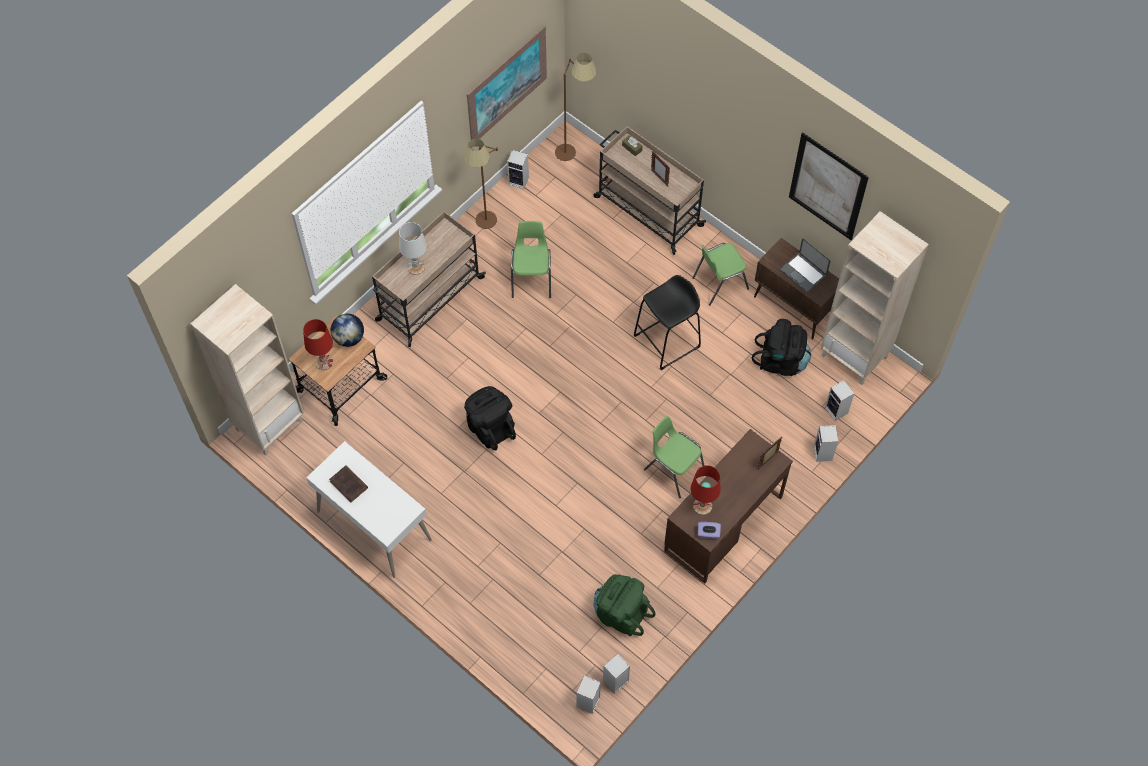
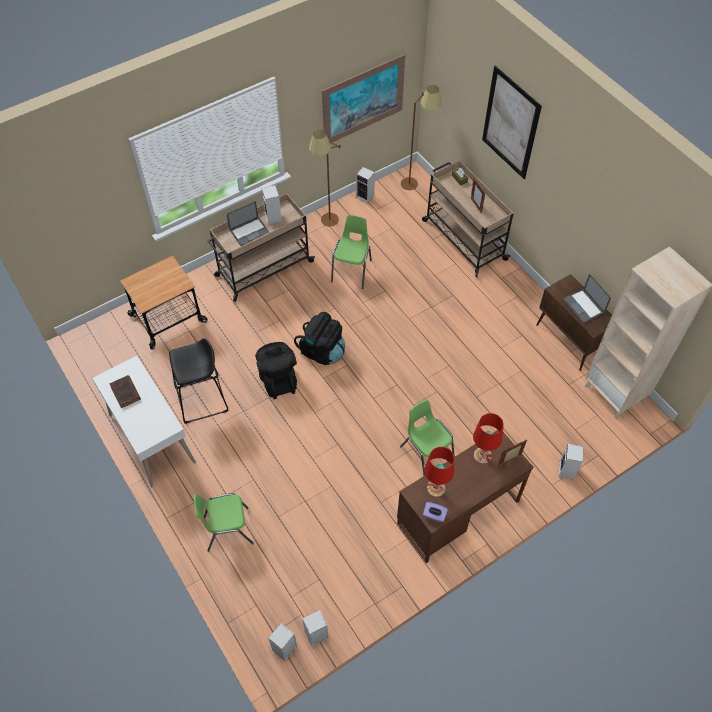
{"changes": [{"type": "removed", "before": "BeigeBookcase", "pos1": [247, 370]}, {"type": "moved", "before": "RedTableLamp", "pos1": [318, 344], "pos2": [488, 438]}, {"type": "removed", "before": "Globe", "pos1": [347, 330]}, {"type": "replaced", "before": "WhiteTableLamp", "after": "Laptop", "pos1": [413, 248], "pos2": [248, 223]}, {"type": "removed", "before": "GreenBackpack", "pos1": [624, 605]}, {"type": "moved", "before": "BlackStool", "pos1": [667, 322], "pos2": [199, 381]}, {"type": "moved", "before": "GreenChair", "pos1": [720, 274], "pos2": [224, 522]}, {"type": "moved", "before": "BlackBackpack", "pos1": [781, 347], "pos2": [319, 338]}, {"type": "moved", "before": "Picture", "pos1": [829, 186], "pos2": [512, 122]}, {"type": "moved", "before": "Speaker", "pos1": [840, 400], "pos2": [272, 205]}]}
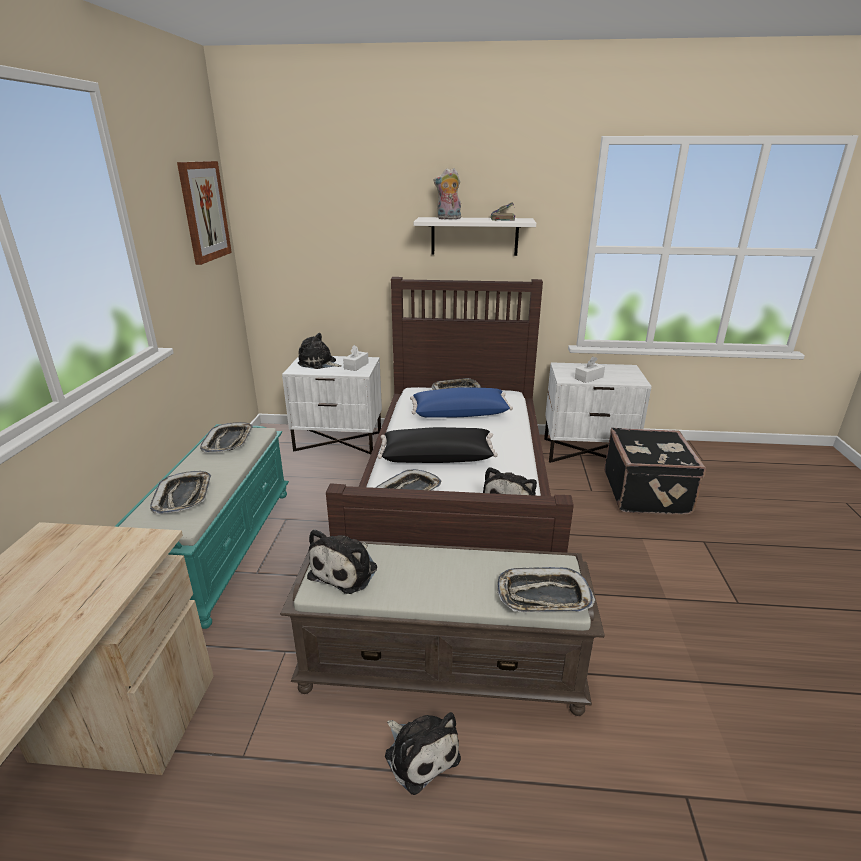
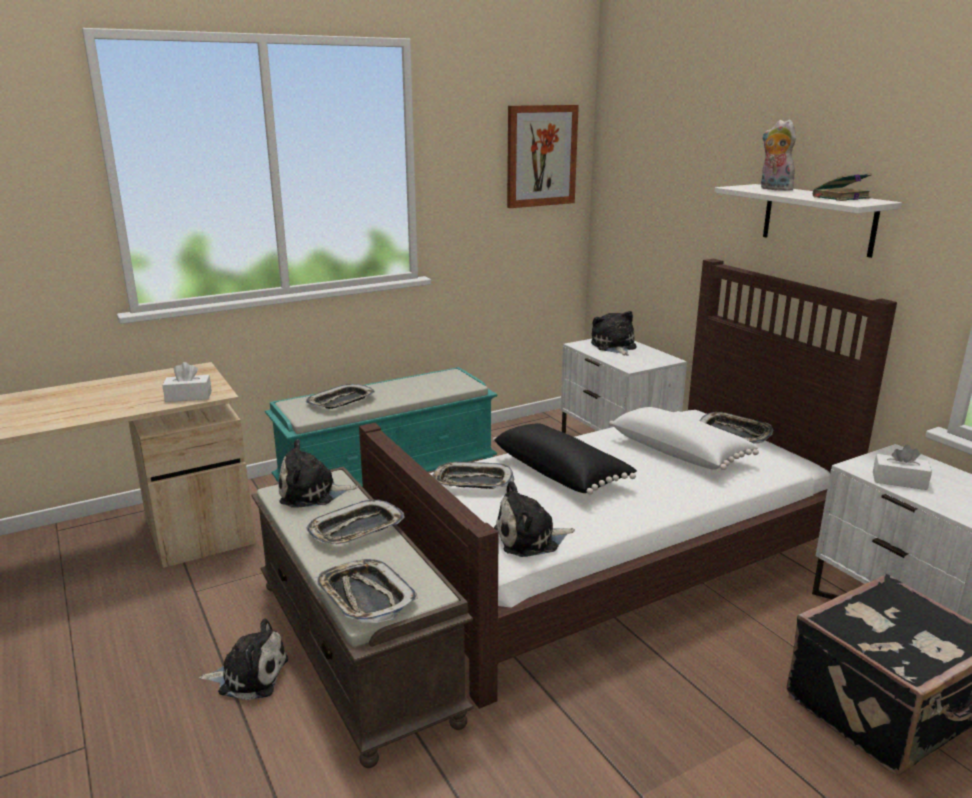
{"changes": [{"type": "moved", "before": "Tray", "pos1": [226, 437], "pos2": [355, 522]}, {"type": "moved", "before": "WhiteTissueBox", "pos1": [356, 358], "pos2": [187, 382]}, {"type": "turned", "before": "PlushToy", "pos1": [423, 753], "pos2": [243, 659], "turn": -105}, {"type": "recoloured", "before": "BluePillow", "after": "WhitePillow", "pos1": [461, 402], "pos2": [684, 438]}]}
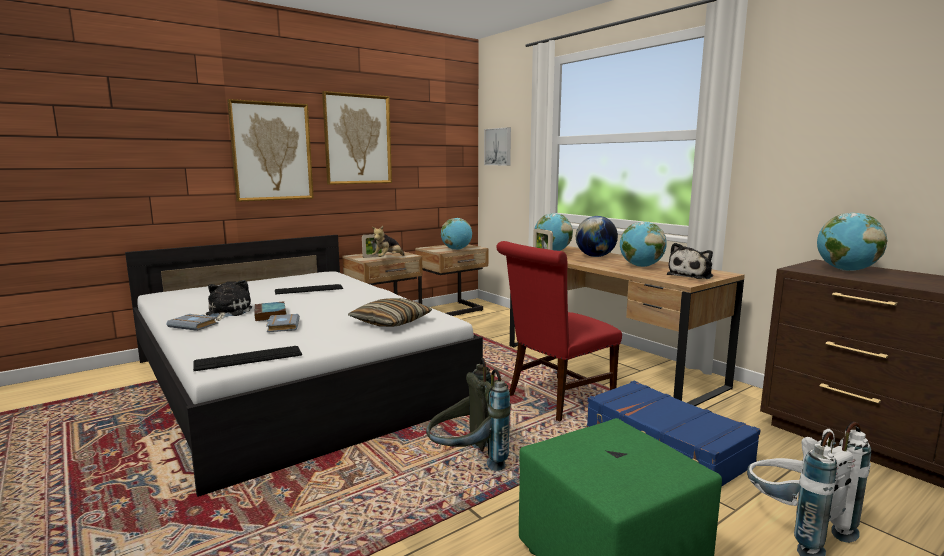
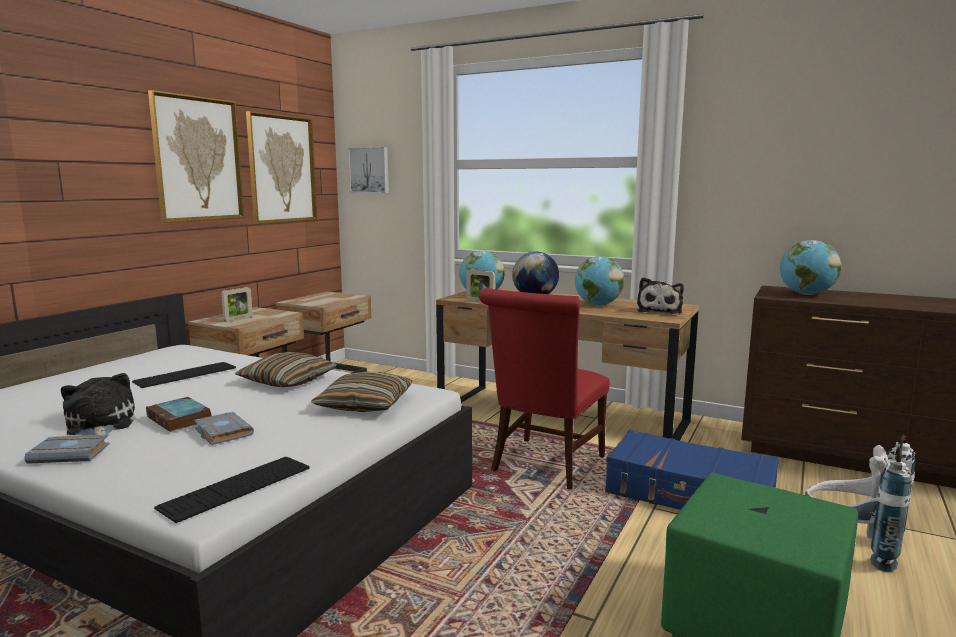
{"changes": [{"type": "moved", "before": "Picture", "pos1": [270, 150], "pos2": [281, 167]}, {"type": "removed", "before": "PlushToy", "pos1": [388, 241]}, {"type": "removed", "before": "GreyBackpack", "pos1": [468, 414]}, {"type": "removed", "before": "Globe", "pos1": [456, 234]}, {"type": "added", "after": "Pillow", "pos2": [286, 369]}]}
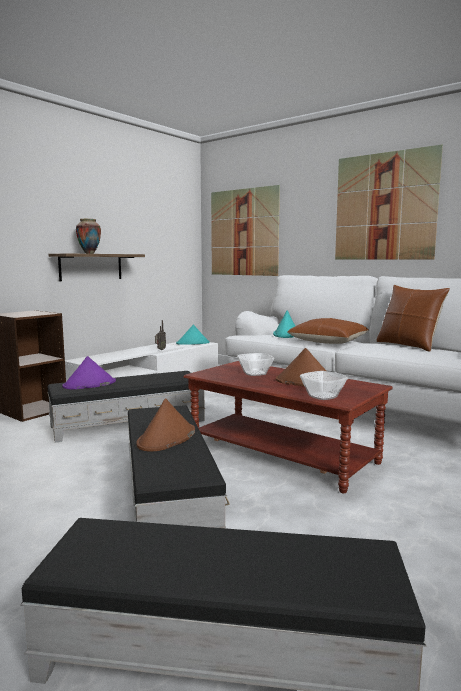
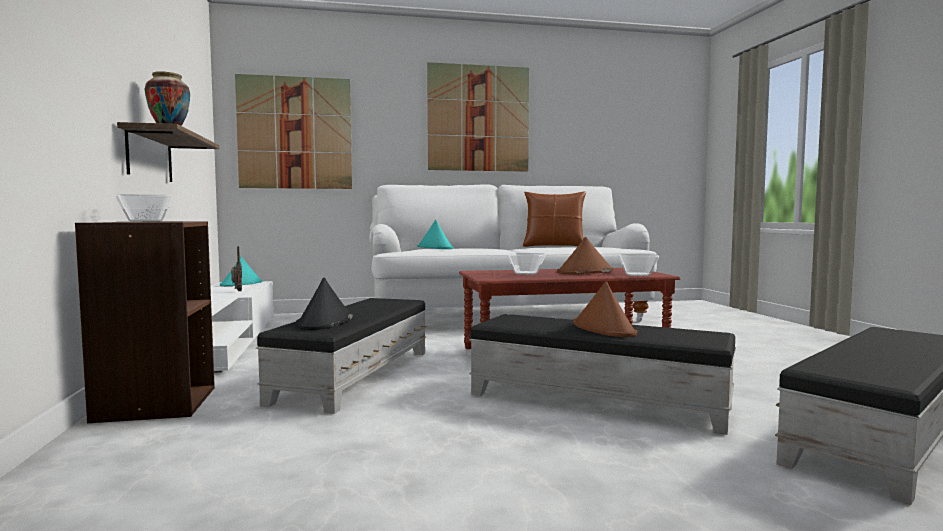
{"changes": [{"type": "recoloured", "before": "PurpleHat", "after": "BlackHat", "pos1": [89, 372], "pos2": [324, 304]}, {"type": "removed", "before": "BrownPillow", "pos1": [328, 331]}, {"type": "added", "after": "Bowl", "pos2": [144, 208]}]}
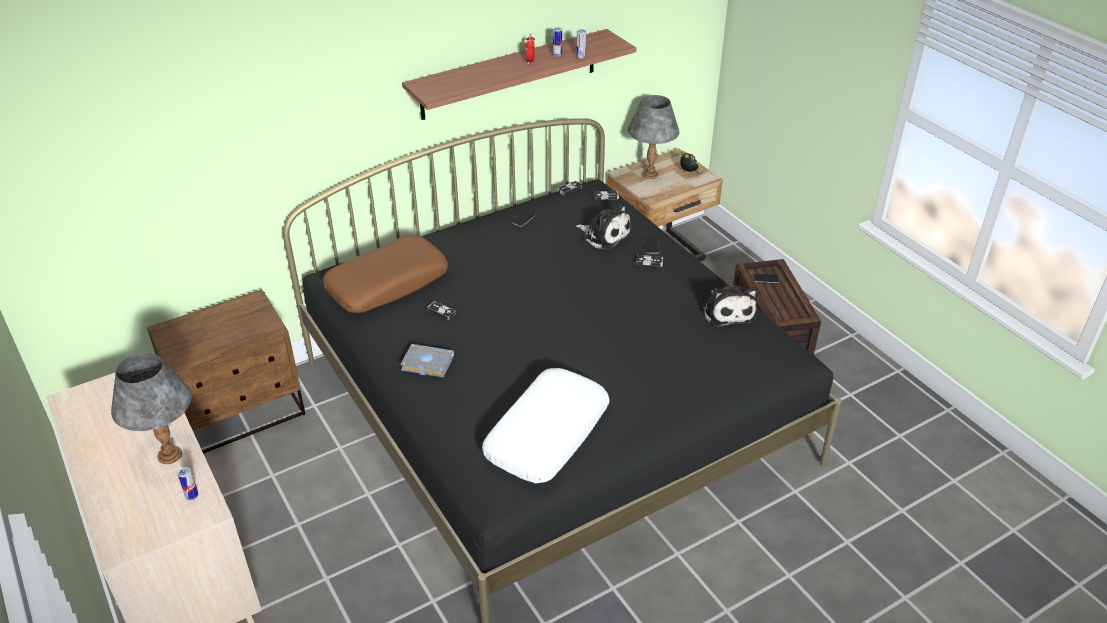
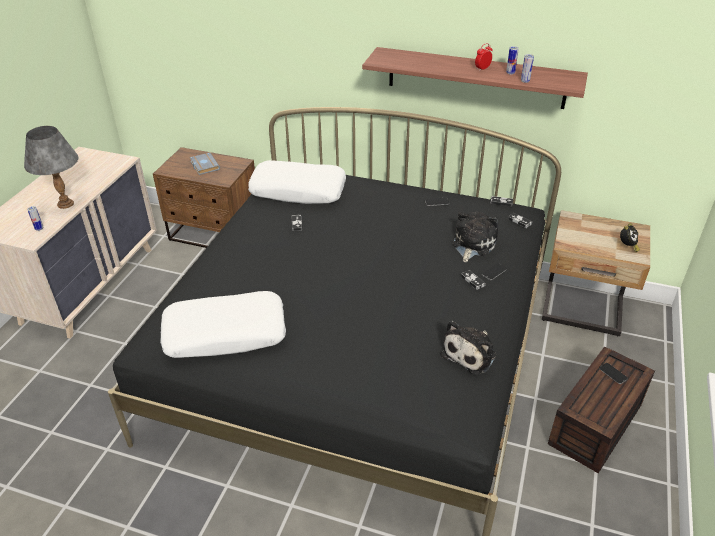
{"changes": [{"type": "recoloured", "before": "BrownPillow", "after": "WhitePillow", "pos1": [385, 274], "pos2": [297, 182]}, {"type": "moved", "before": "GreyBook", "pos1": [427, 361], "pos2": [205, 164]}, {"type": "turned", "before": "PlushToy", "pos1": [604, 227], "pos2": [475, 237], "turn": -150}, {"type": "removed", "before": "GreyTableLamp", "pos1": [653, 137]}]}
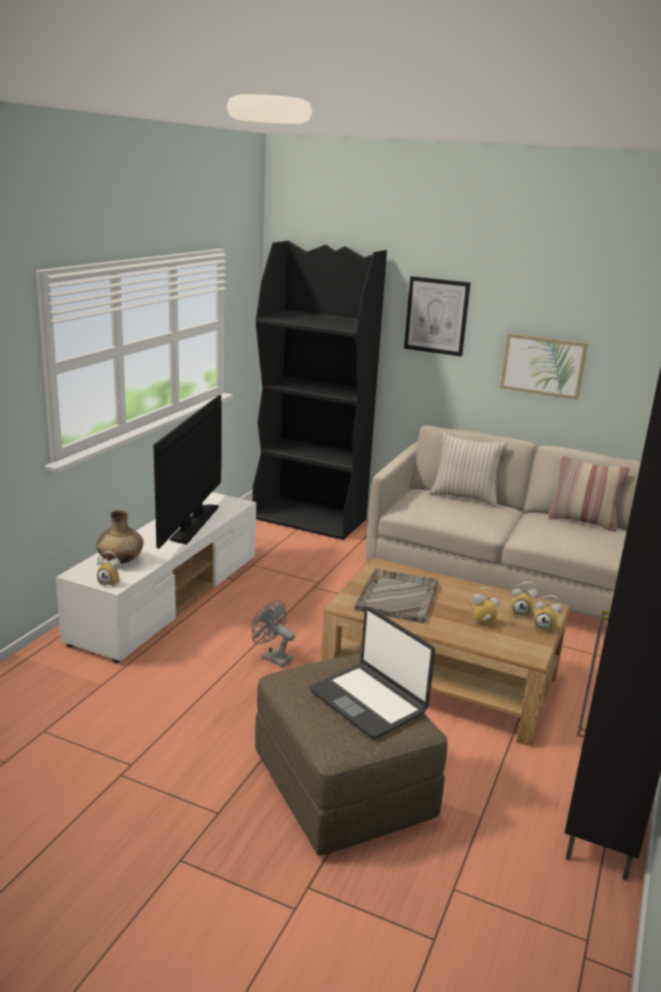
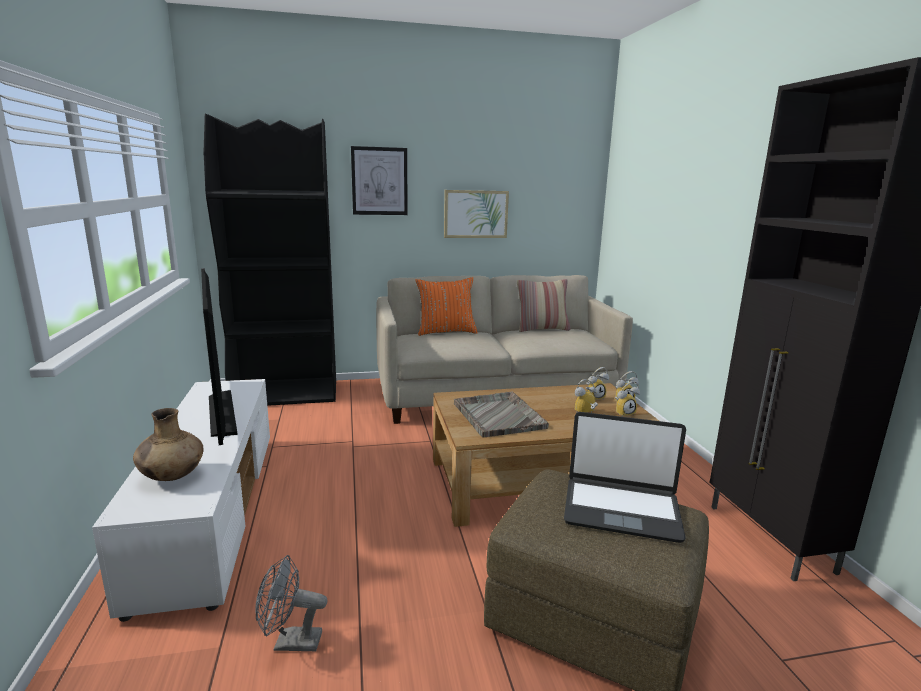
{"changes": [{"type": "moved", "before": "AlarmClock", "pos1": [108, 569], "pos2": [627, 399]}, {"type": "moved", "before": "GreyFan", "pos1": [273, 634], "pos2": [291, 603]}, {"type": "recoloured", "before": "BeigePillow", "after": "OrangePillow", "pos1": [468, 469], "pos2": [446, 306]}]}
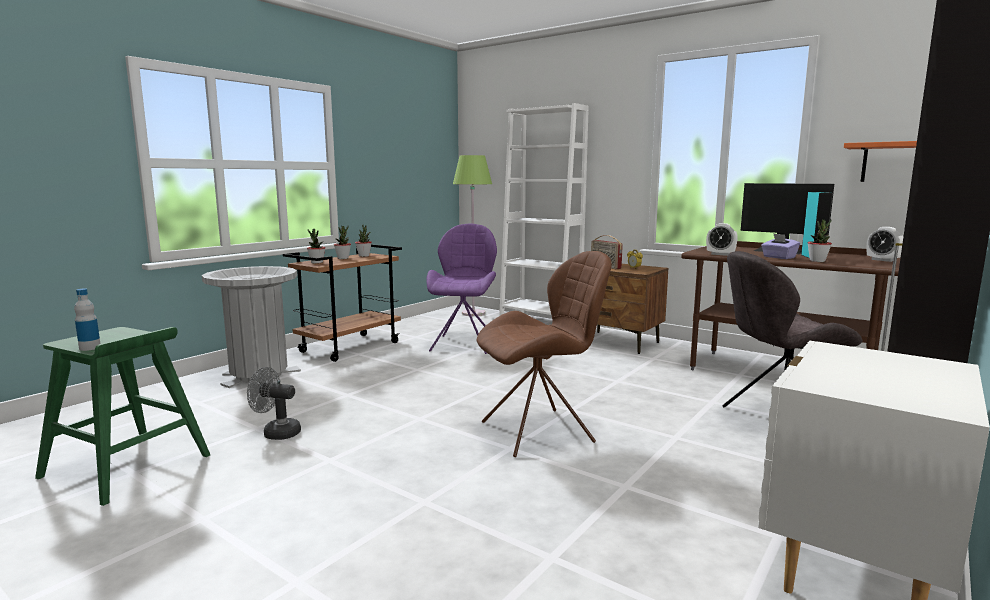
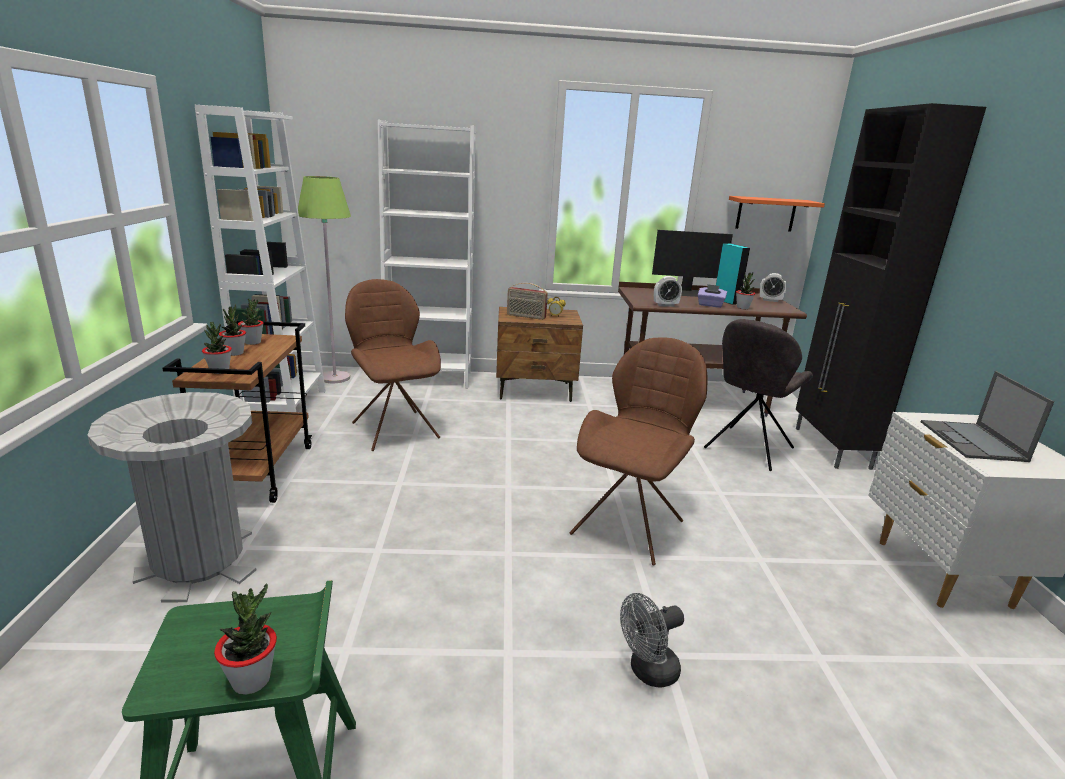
{"changes": [{"type": "replaced", "before": "Bottle", "after": "PottedPlant", "pos1": [87, 320], "pos2": [245, 639]}, {"type": "moved", "before": "GreyFan", "pos1": [274, 403], "pos2": [652, 640]}, {"type": "recoloured", "before": "PurpleChair", "after": "BrownChair", "pos1": [461, 289], "pos2": [393, 365]}, {"type": "added", "after": "WhiteBookcase", "pos2": [260, 258]}, {"type": "added", "after": "Laptop", "pos2": [987, 416]}]}
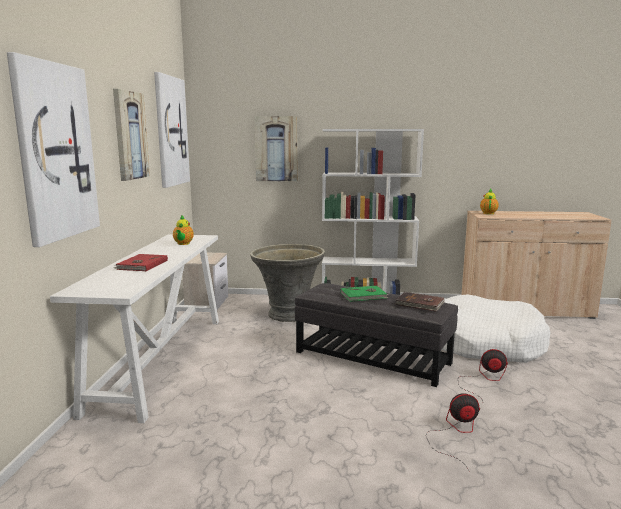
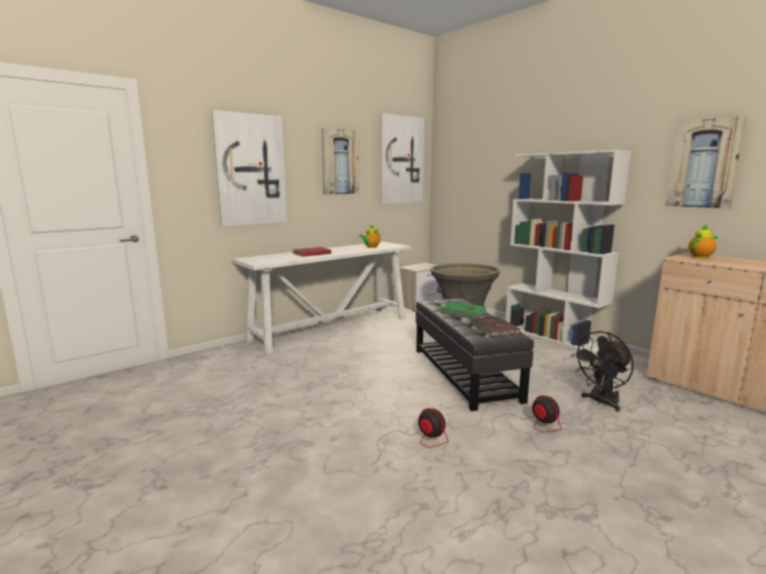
{"changes": [{"type": "moved", "before": "Picture", "pos1": [276, 149], "pos2": [706, 162]}, {"type": "replaced", "before": "WhiteDogBed", "after": "BlackFan", "pos1": [496, 328], "pos2": [602, 371]}]}
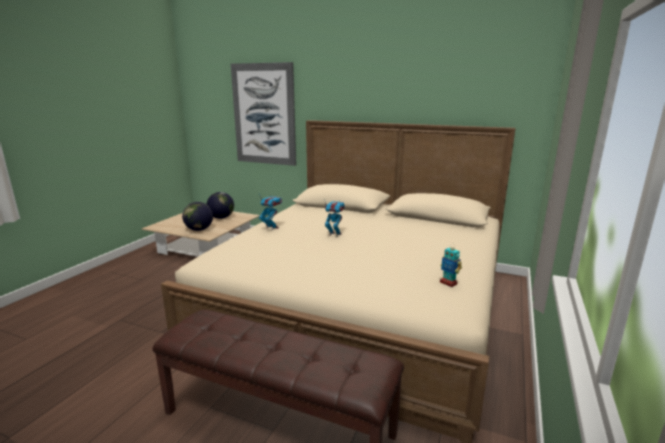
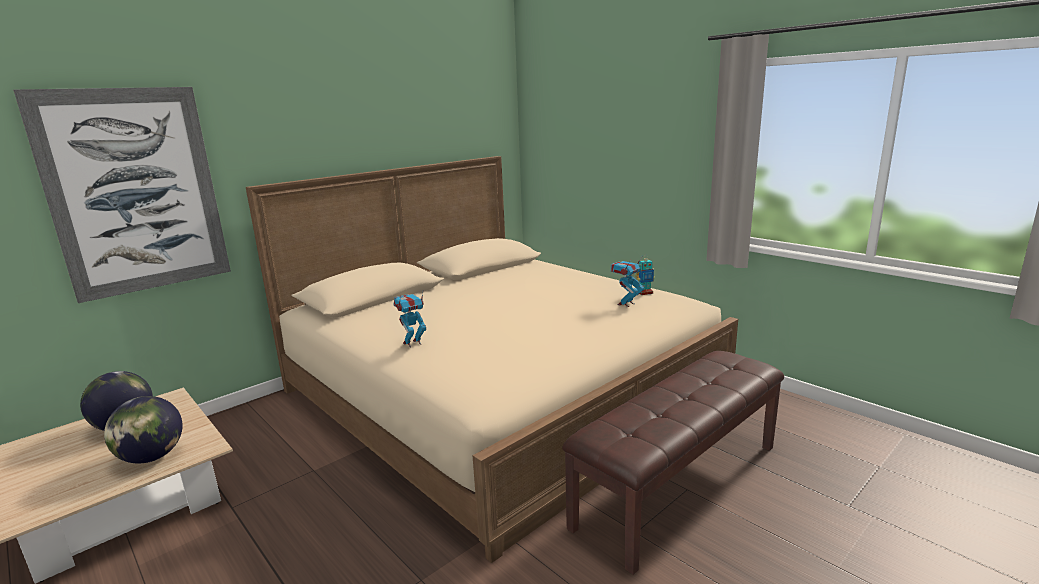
{"changes": [{"type": "moved", "before": "ToyRobot", "pos1": [334, 218], "pos2": [627, 281]}]}
